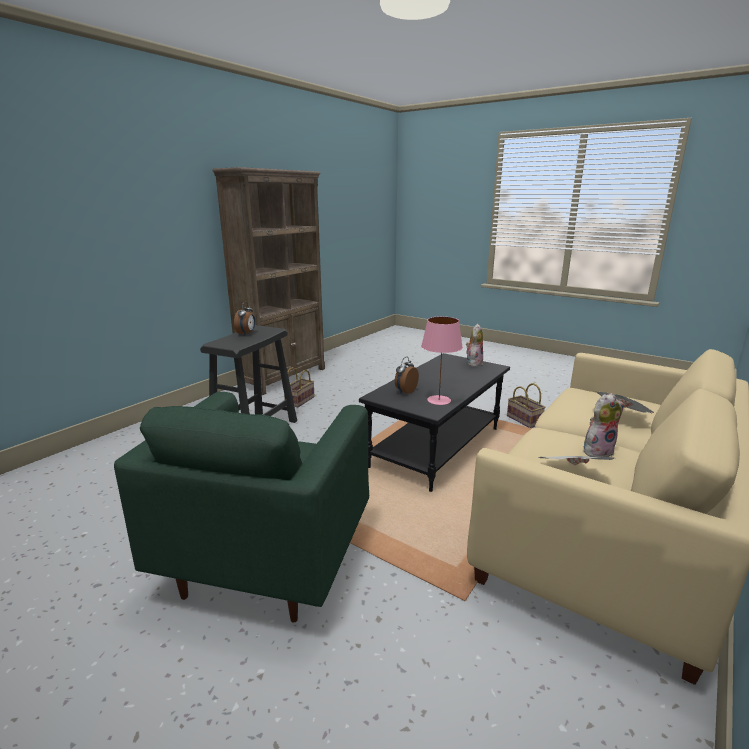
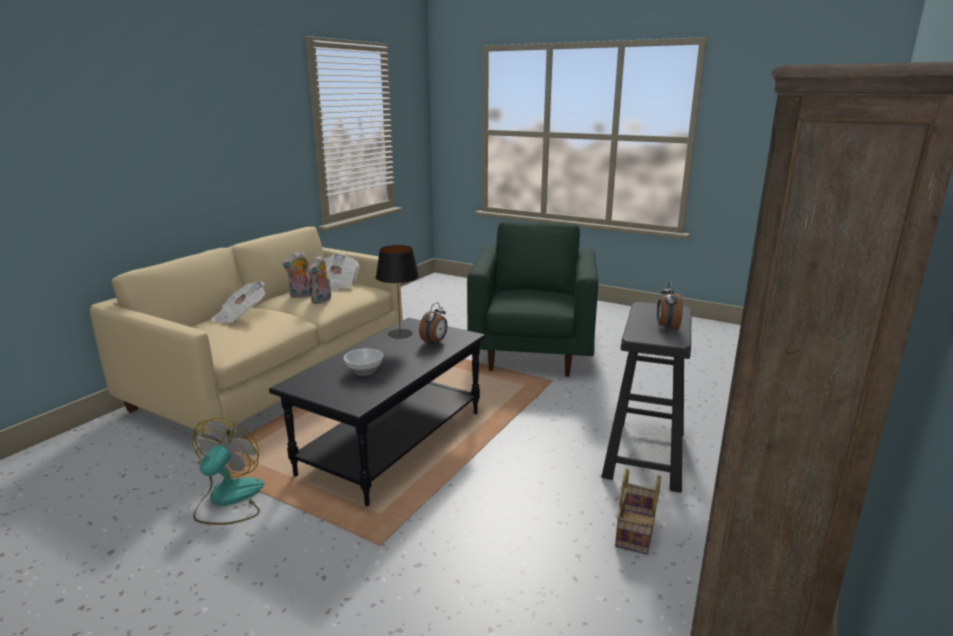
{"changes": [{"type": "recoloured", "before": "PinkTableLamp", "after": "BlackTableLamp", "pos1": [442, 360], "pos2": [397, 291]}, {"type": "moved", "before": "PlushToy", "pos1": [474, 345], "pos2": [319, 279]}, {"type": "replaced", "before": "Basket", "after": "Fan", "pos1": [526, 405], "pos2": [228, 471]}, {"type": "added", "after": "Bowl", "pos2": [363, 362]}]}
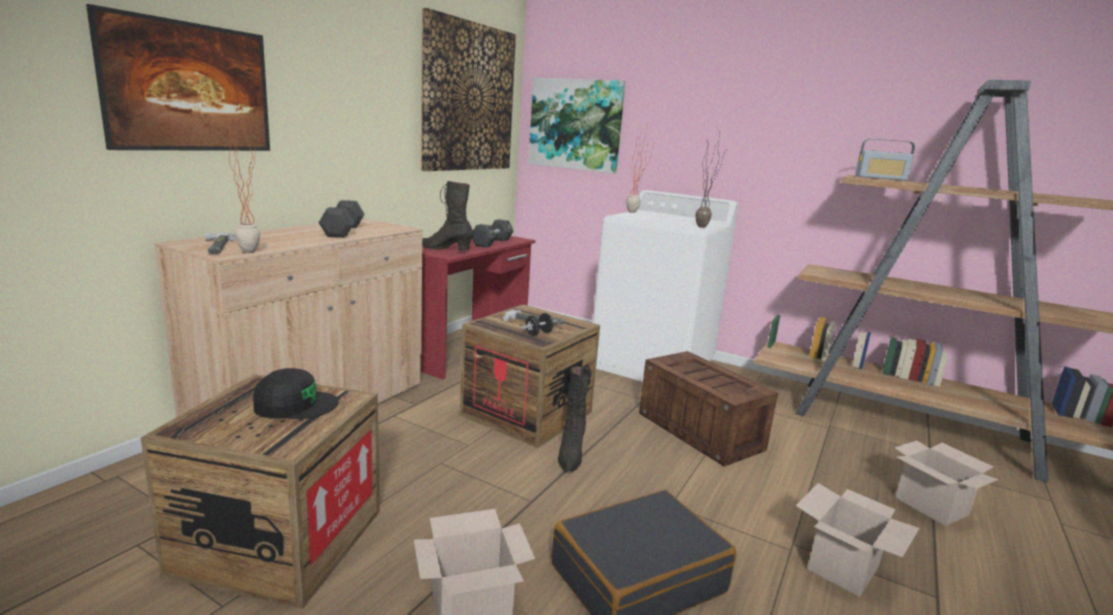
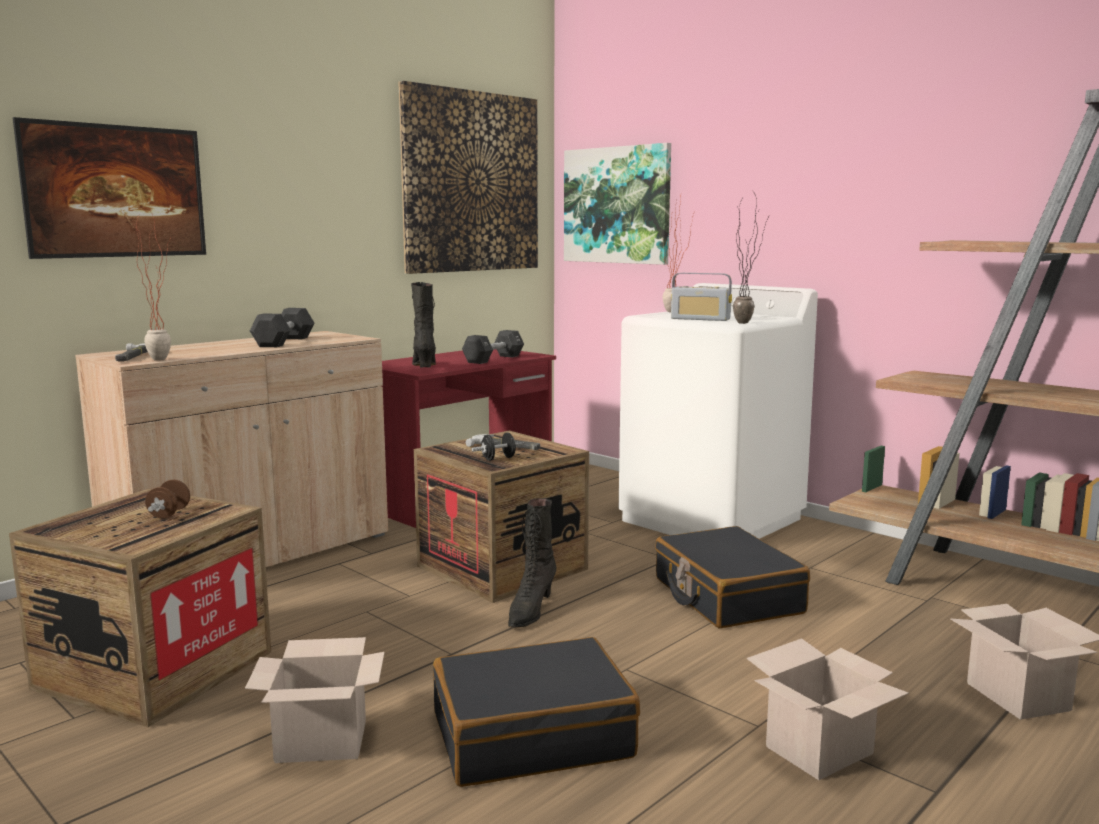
{"changes": [{"type": "replaced", "before": "BlackCap", "after": "BrownDumbbell", "pos1": [296, 393], "pos2": [167, 499]}, {"type": "turned", "before": "BlackBoot", "pos1": [447, 216], "pos2": [423, 325], "turn": 45}, {"type": "replaced", "before": "Crate", "after": "BlackSuitcase", "pos1": [708, 409], "pos2": [732, 577]}, {"type": "moved", "before": "Radio", "pos1": [885, 160], "pos2": [701, 297]}]}
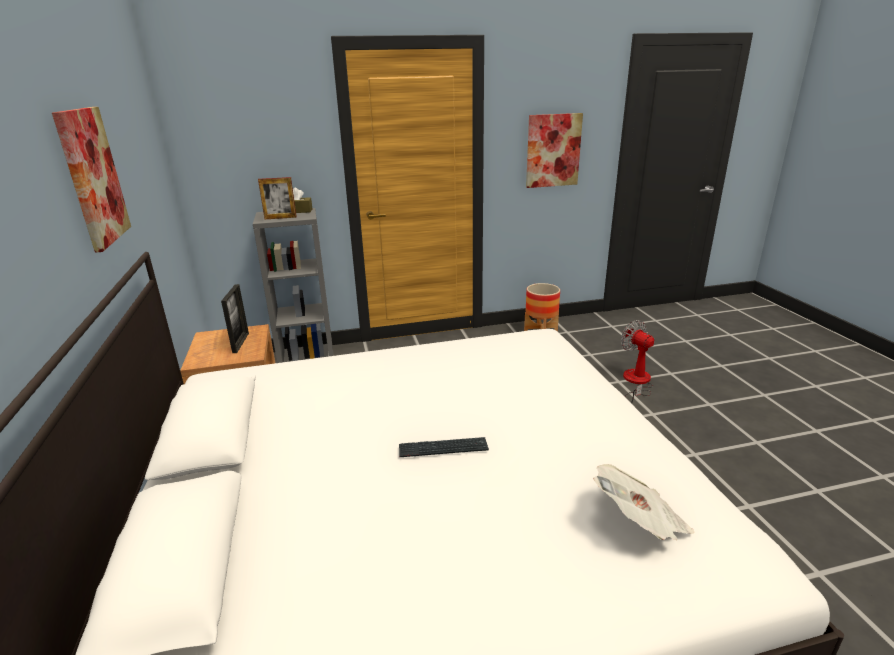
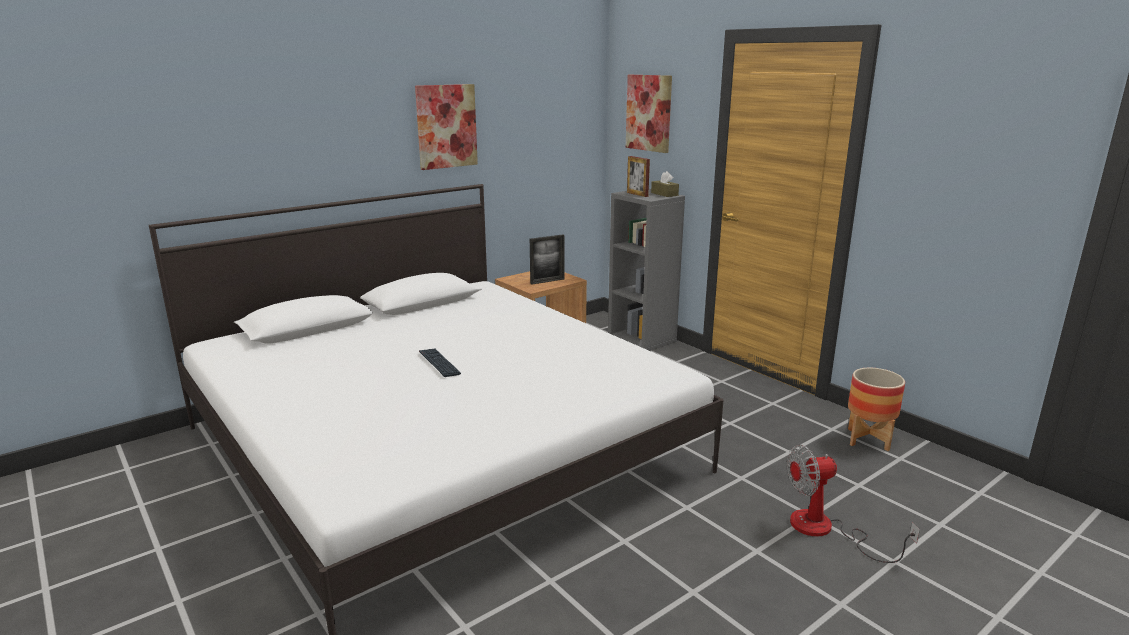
{"changes": [{"type": "moved", "before": "Picture", "pos1": [554, 150], "pos2": [649, 114]}, {"type": "removed", "before": "Newspaper", "pos1": [643, 502]}, {"type": "turned", "before": "Fan", "pos1": [637, 361], "pos2": [853, 504], "turn": -135}]}
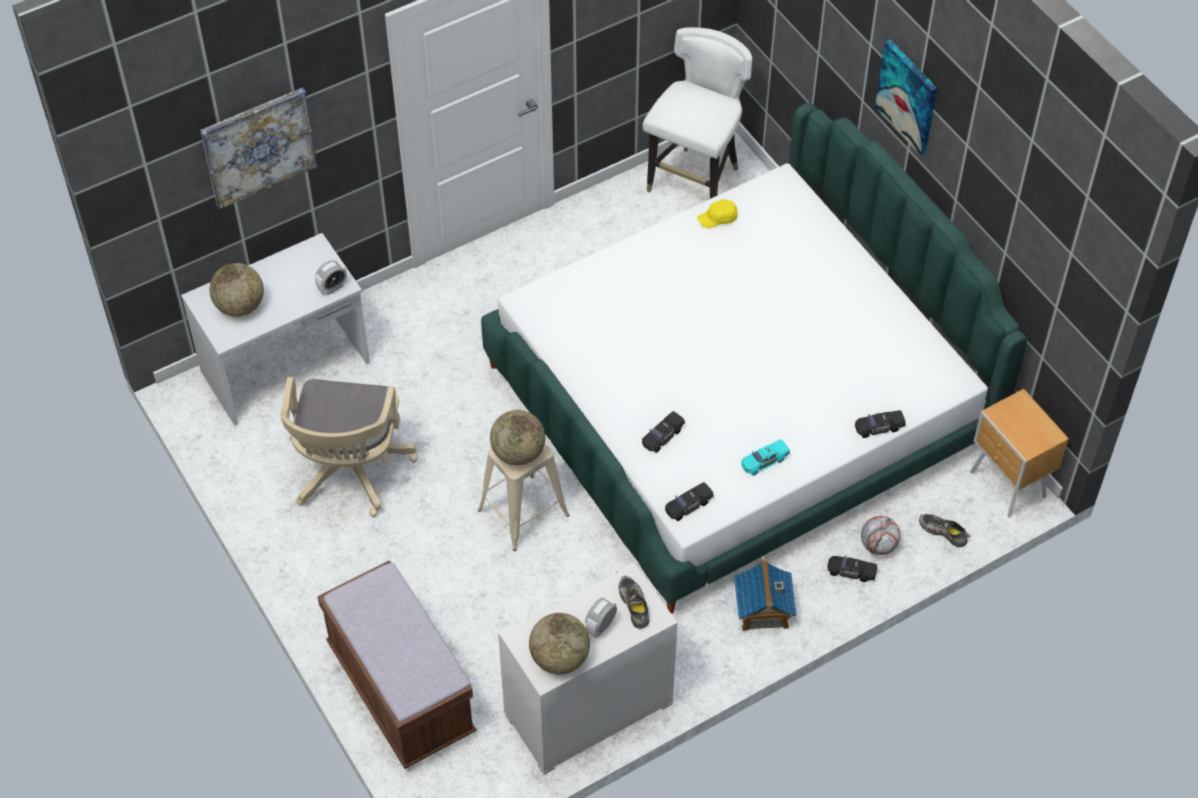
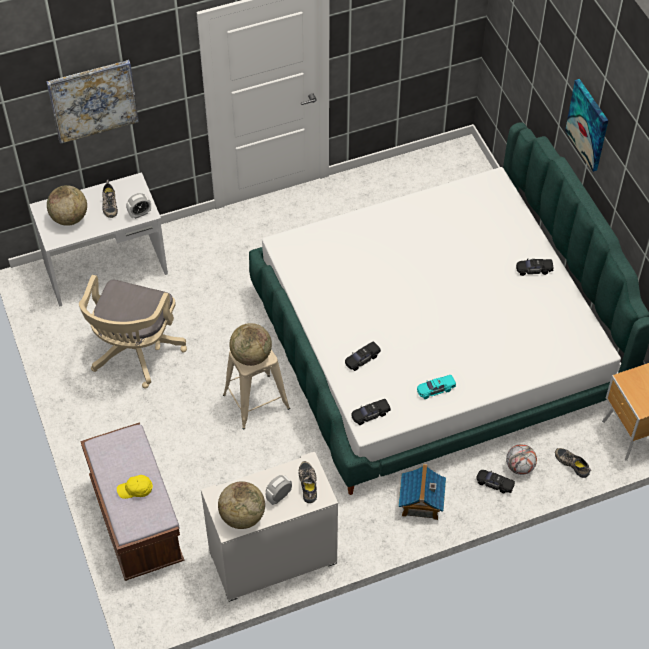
{"changes": [{"type": "removed", "before": "WhiteChair", "pos1": [697, 113]}, {"type": "moved", "before": "YellowCap", "pos1": [717, 214], "pos2": [135, 487]}, {"type": "moved", "before": "BlackToyCar", "pos1": [880, 424], "pos2": [535, 267]}, {"type": "added", "after": "Shoe", "pos2": [110, 199]}]}
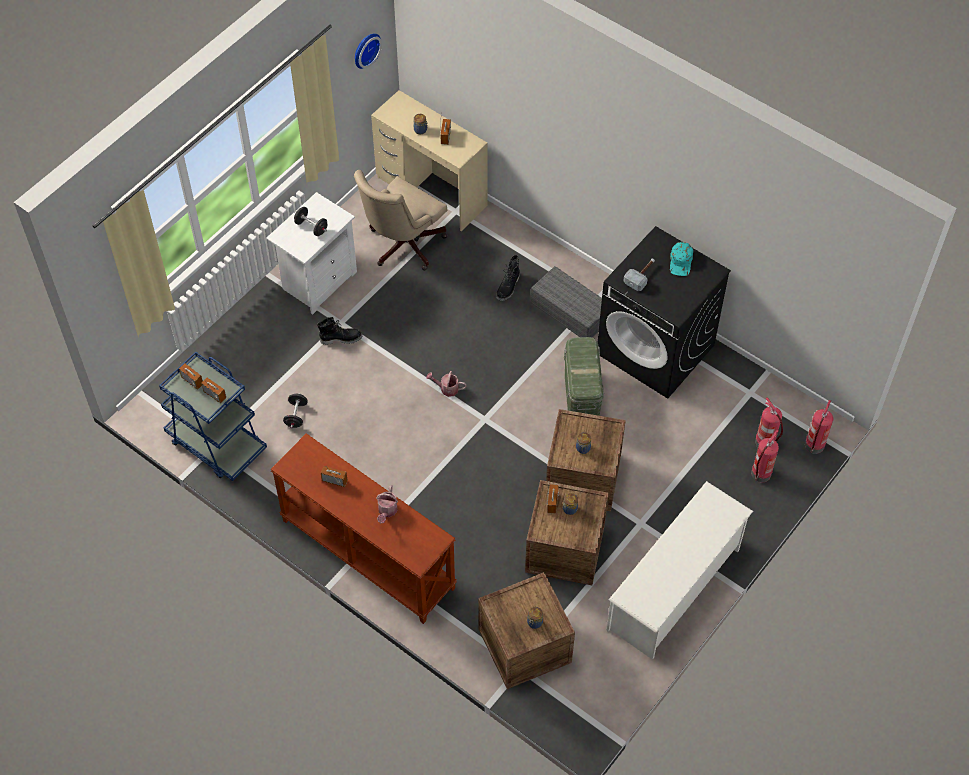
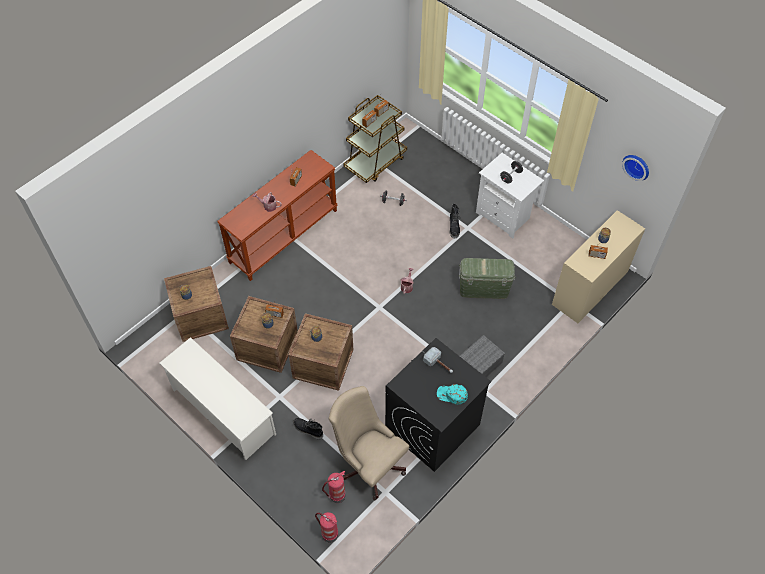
{"changes": [{"type": "recoloured", "before": "BlueCart", "after": "BrownCart", "pos1": [213, 416], "pos2": [375, 139]}, {"type": "moved", "before": "BeigeOfficeChair", "pos1": [400, 220], "pos2": [369, 443]}, {"type": "moved", "before": "BlackBoot", "pos1": [508, 278], "pos2": [308, 428]}, {"type": "moved", "before": "GreenStorageBox", "pos1": [584, 376], "pos2": [487, 278]}, {"type": "removed", "before": "FireExtinguisher", "pos1": [765, 456]}]}
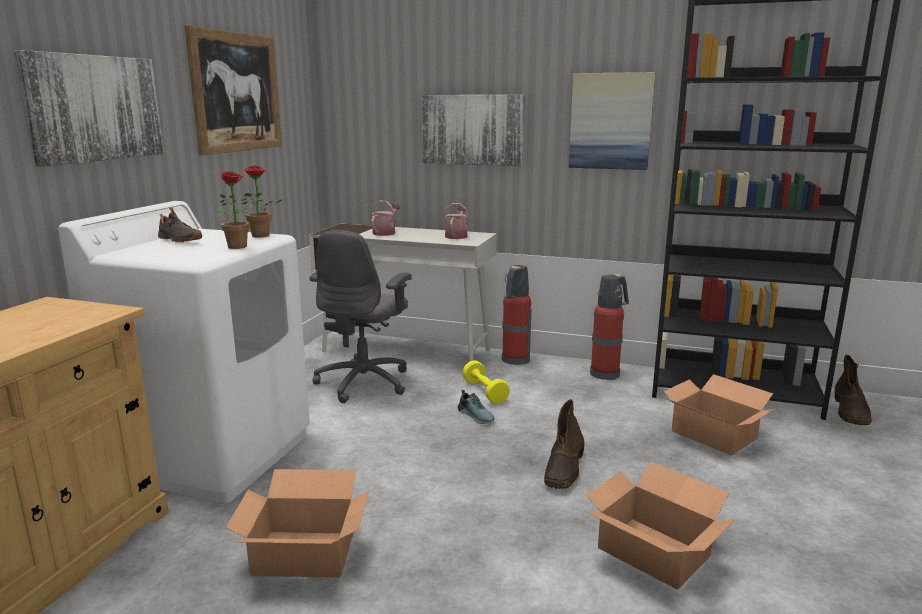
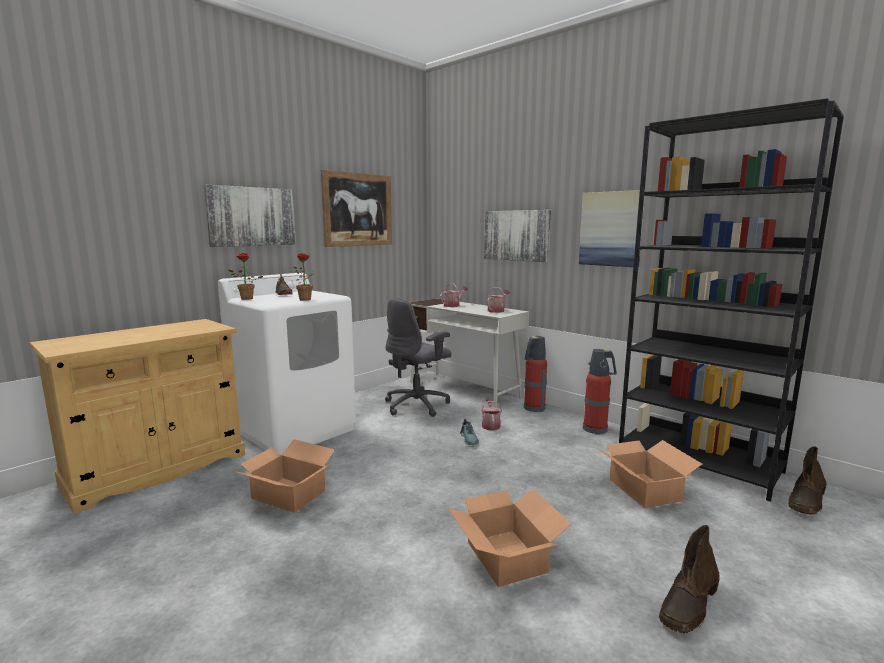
{"changes": [{"type": "moved", "before": "PottedPlant", "pos1": [262, 201], "pos2": [245, 276]}, {"type": "replaced", "before": "YellowDumbbell", "after": "WateringCan", "pos1": [486, 382], "pos2": [491, 414]}, {"type": "moved", "before": "BrownBoot", "pos1": [564, 444], "pos2": [689, 579]}]}
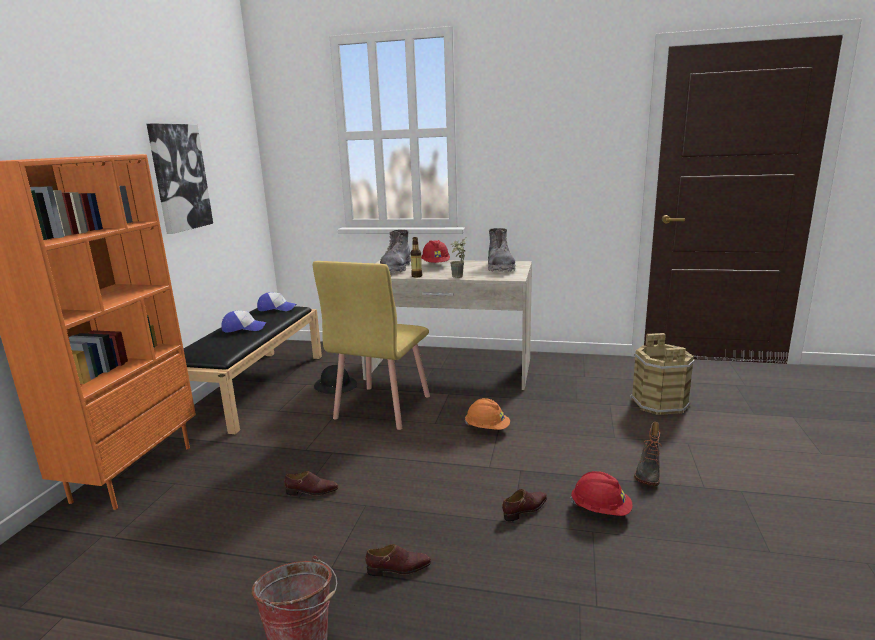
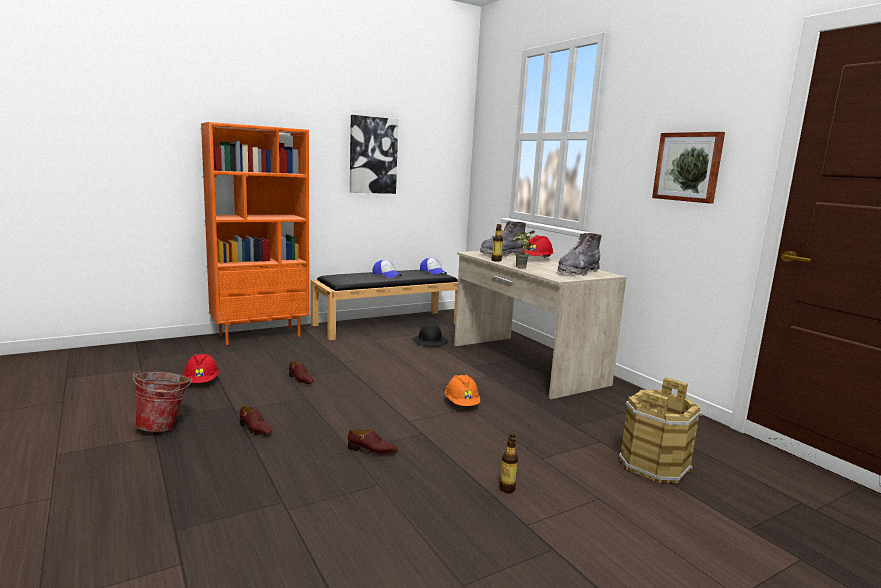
{"changes": [{"type": "removed", "before": "YellowChair", "pos1": [371, 345]}, {"type": "moved", "before": "RedHardHat", "pos1": [601, 493], "pos2": [201, 368]}, {"type": "replaced", "before": "Boot", "after": "Bottle", "pos1": [648, 454], "pos2": [508, 464]}, {"type": "added", "after": "Picture", "pos2": [688, 167]}]}
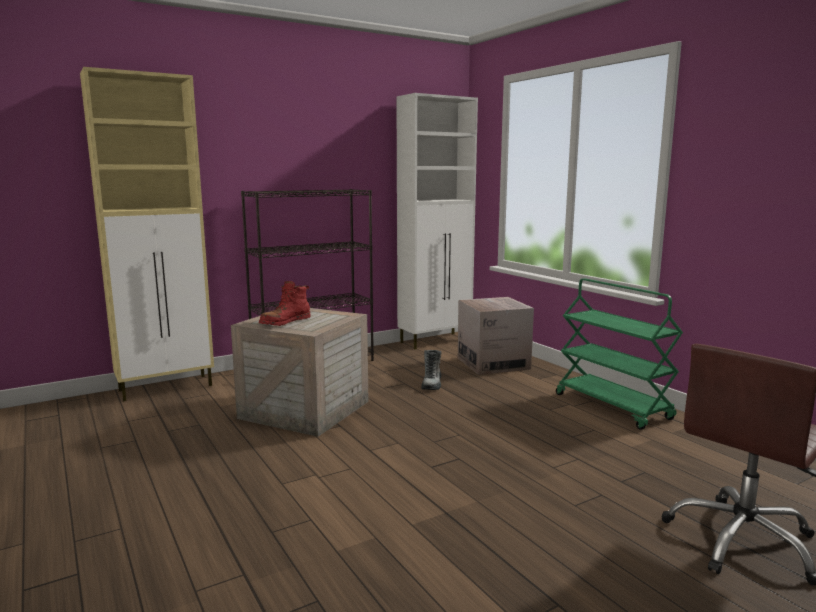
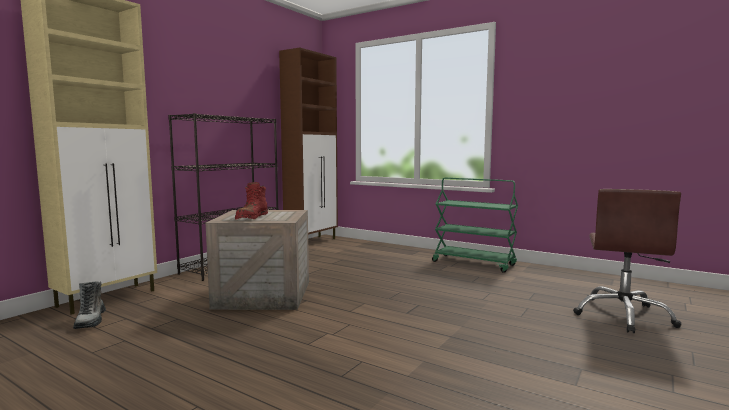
{"changes": [{"type": "recoloured", "before": "WhiteCabinet", "after": "BrownCabinet", "pos1": [437, 221], "pos2": [308, 143]}, {"type": "moved", "before": "Boot", "pos1": [431, 370], "pos2": [89, 305]}, {"type": "removed", "before": "CardboardBox", "pos1": [496, 336]}]}
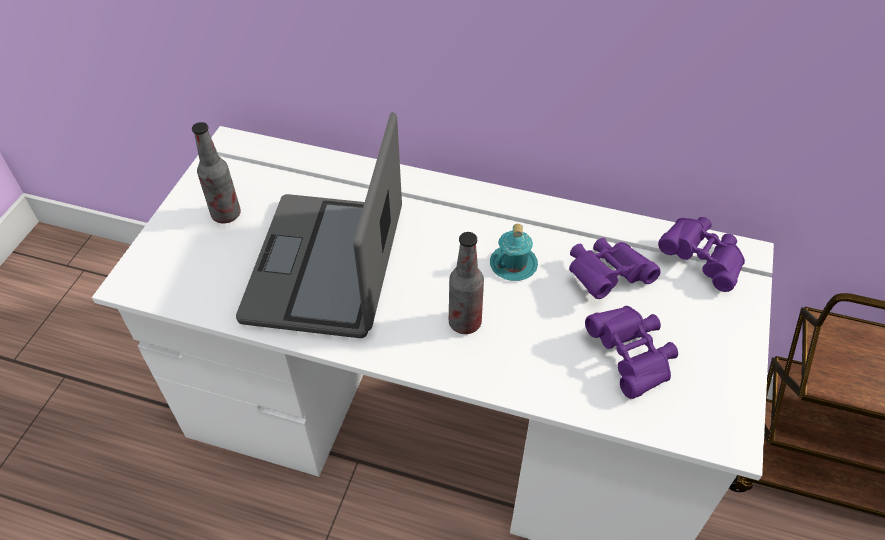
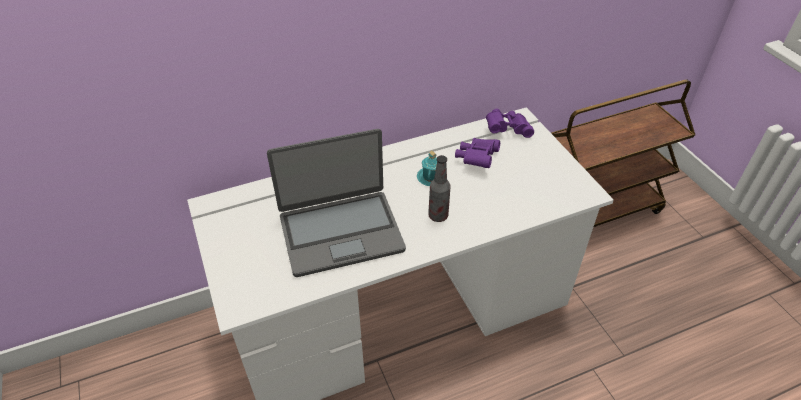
{"changes": [{"type": "removed", "before": "Bottle", "pos1": [216, 172]}, {"type": "turned", "before": "Laptop", "pos1": [319, 225], "pos2": [336, 203], "turn": -75}, {"type": "removed", "before": "PurpleBinoculars", "pos1": [631, 352]}]}
